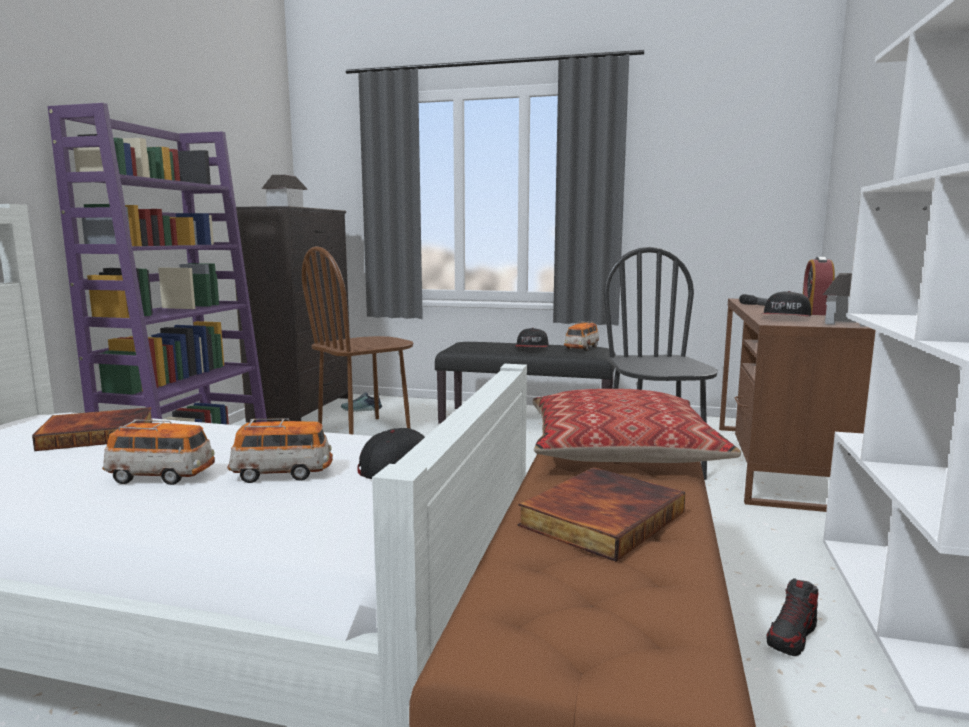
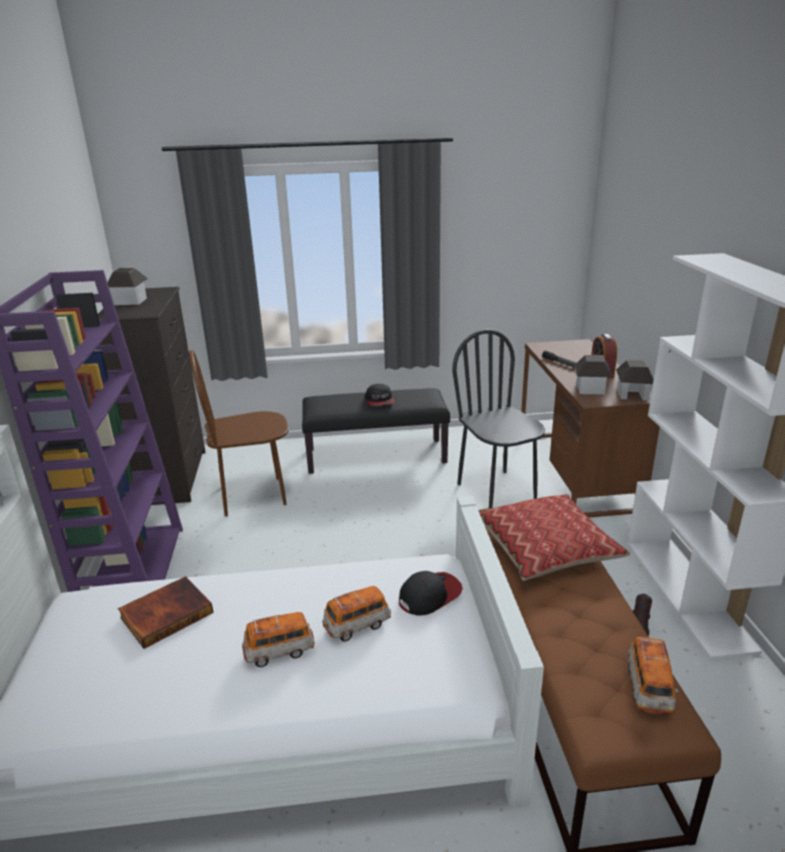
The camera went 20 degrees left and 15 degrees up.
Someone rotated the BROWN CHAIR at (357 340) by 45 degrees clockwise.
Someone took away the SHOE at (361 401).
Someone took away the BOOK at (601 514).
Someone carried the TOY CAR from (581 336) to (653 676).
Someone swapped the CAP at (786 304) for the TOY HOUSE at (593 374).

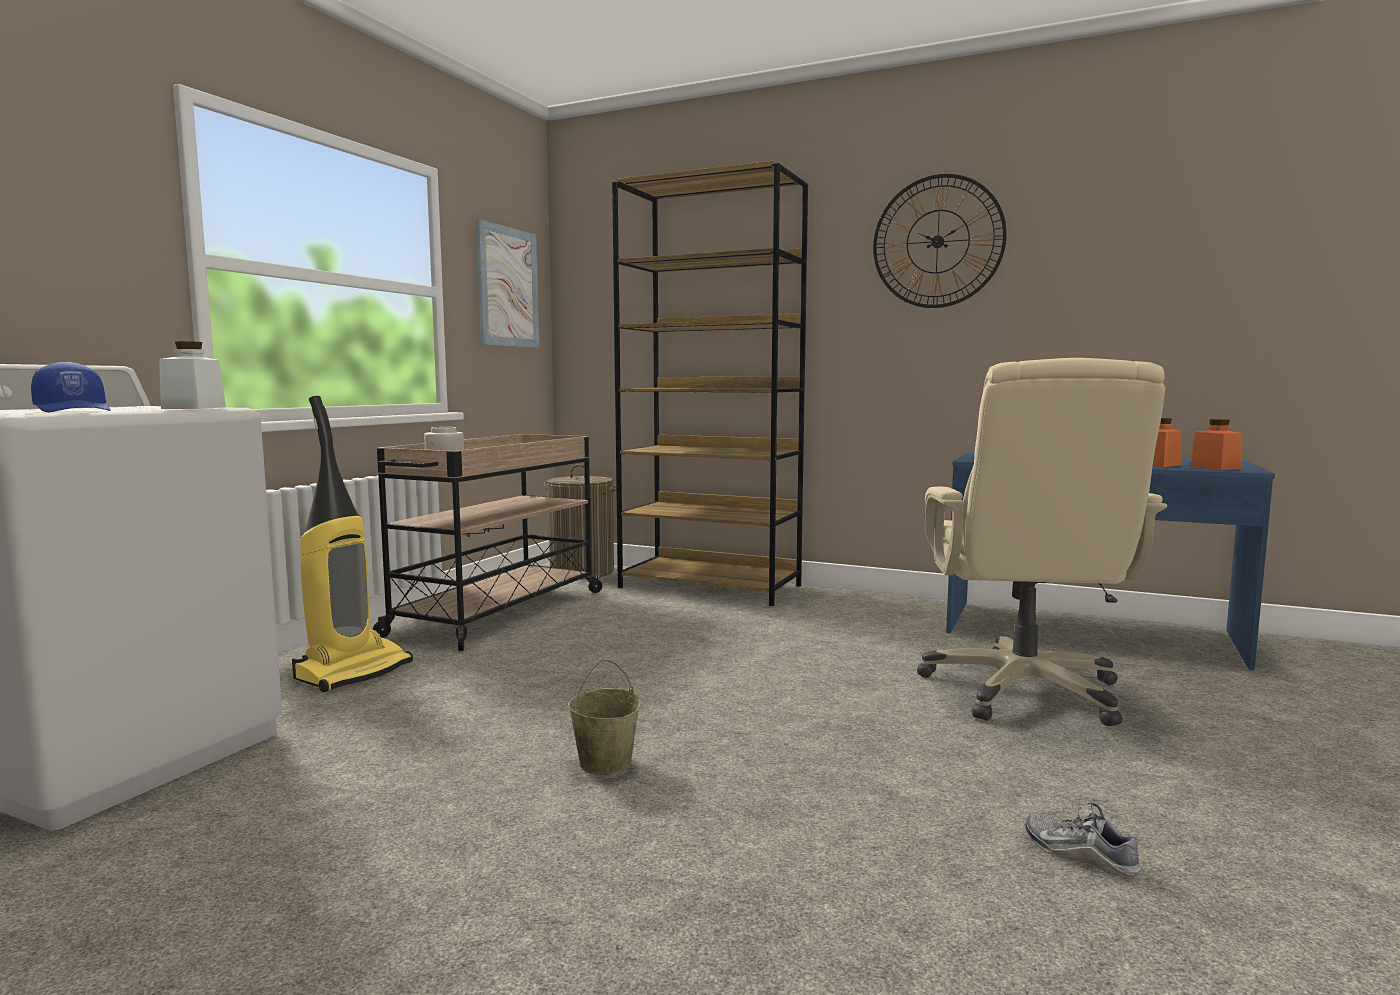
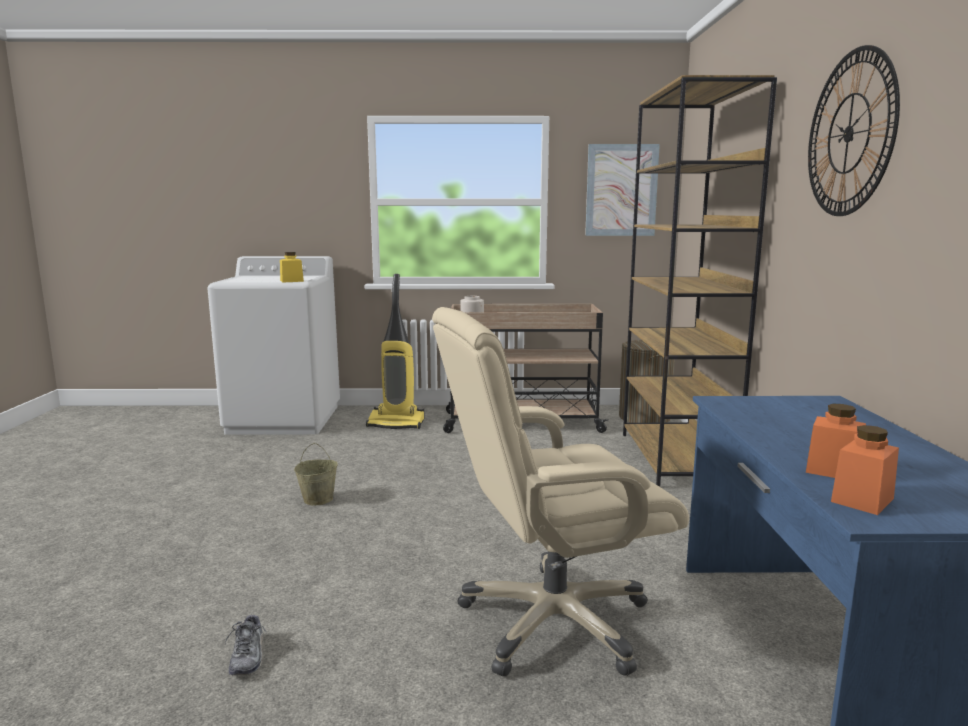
The camera went 65 degrees right and 5 degrees up.
Someone took away the BLUE CAP at (71 386).
Someone repainted the WHITE JAR at (192 375), which became the YELLOW JAR at (292 267).
Someone rotated the SHOE at (1082 840) by 150 degrees clockwise.

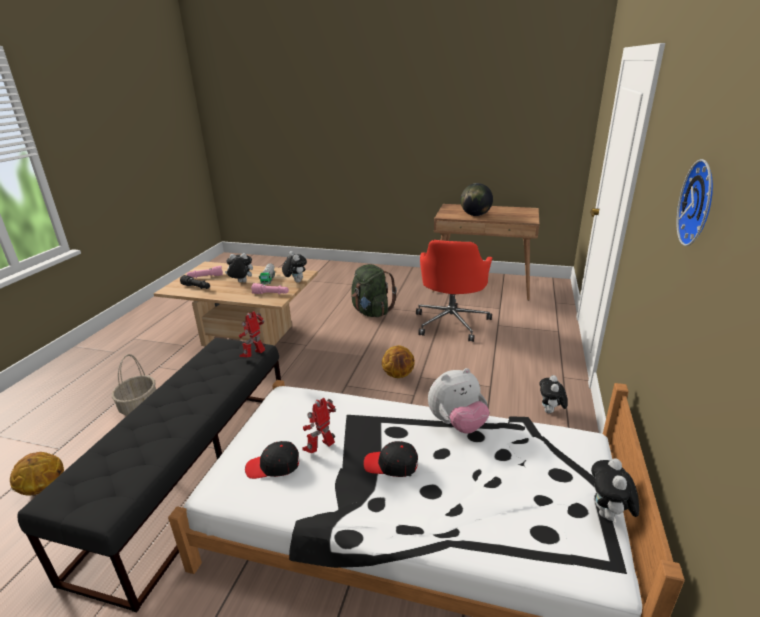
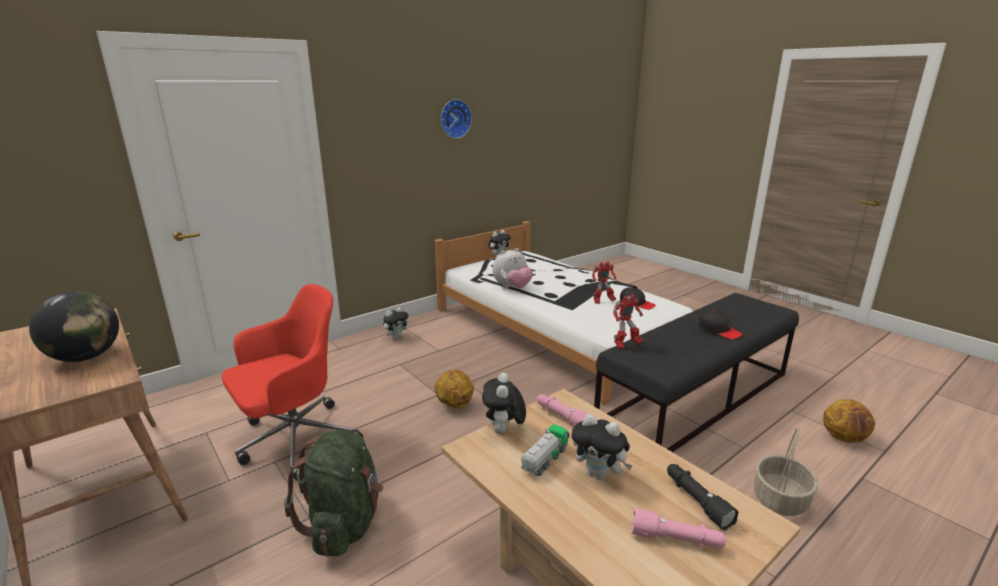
The camera went 145 degrees left and 5 degrees down.
Someone carried the BLACK CAP from (390 459) to (720 324).
Someone rotated the PLUSH TOY at (458 401) by 135 degrees clockwise.

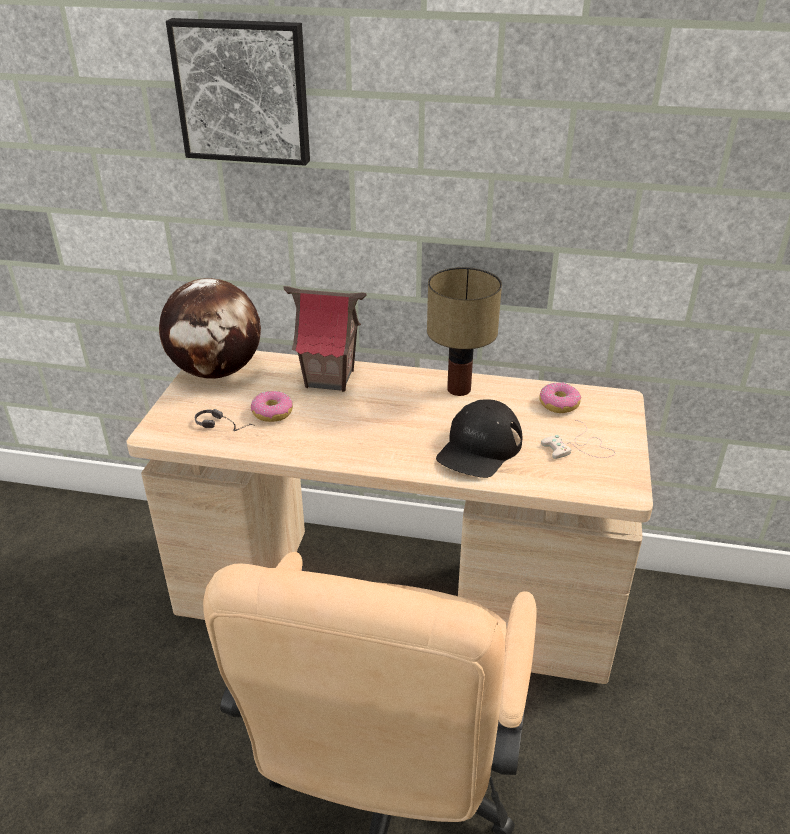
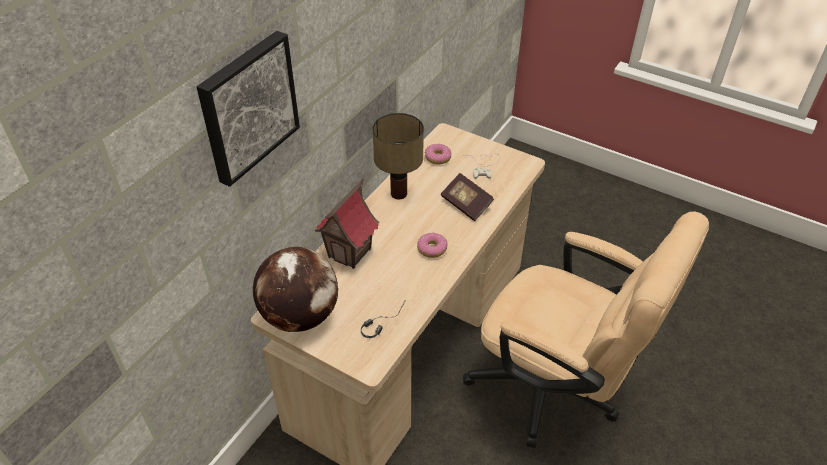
The camera went 70 degrees left and 10 degrees up.
Someone carried the DONUT from (272 406) to (432 245).
Someone swapped the BLACK CAP at (479 438) for the BOOK at (467 197).

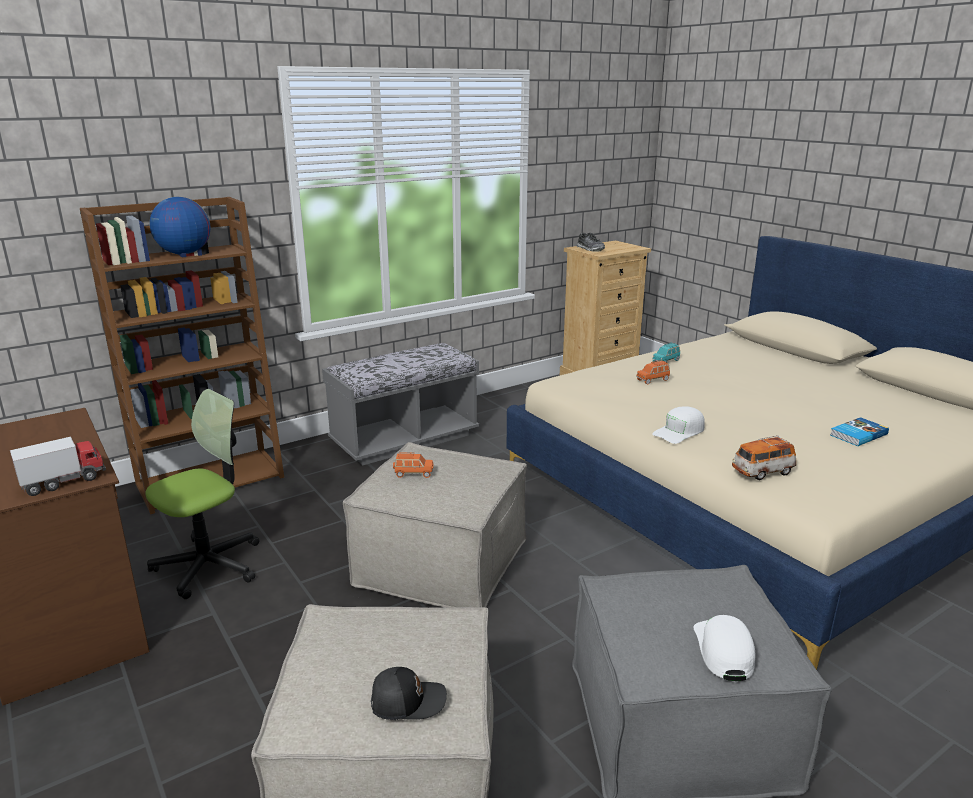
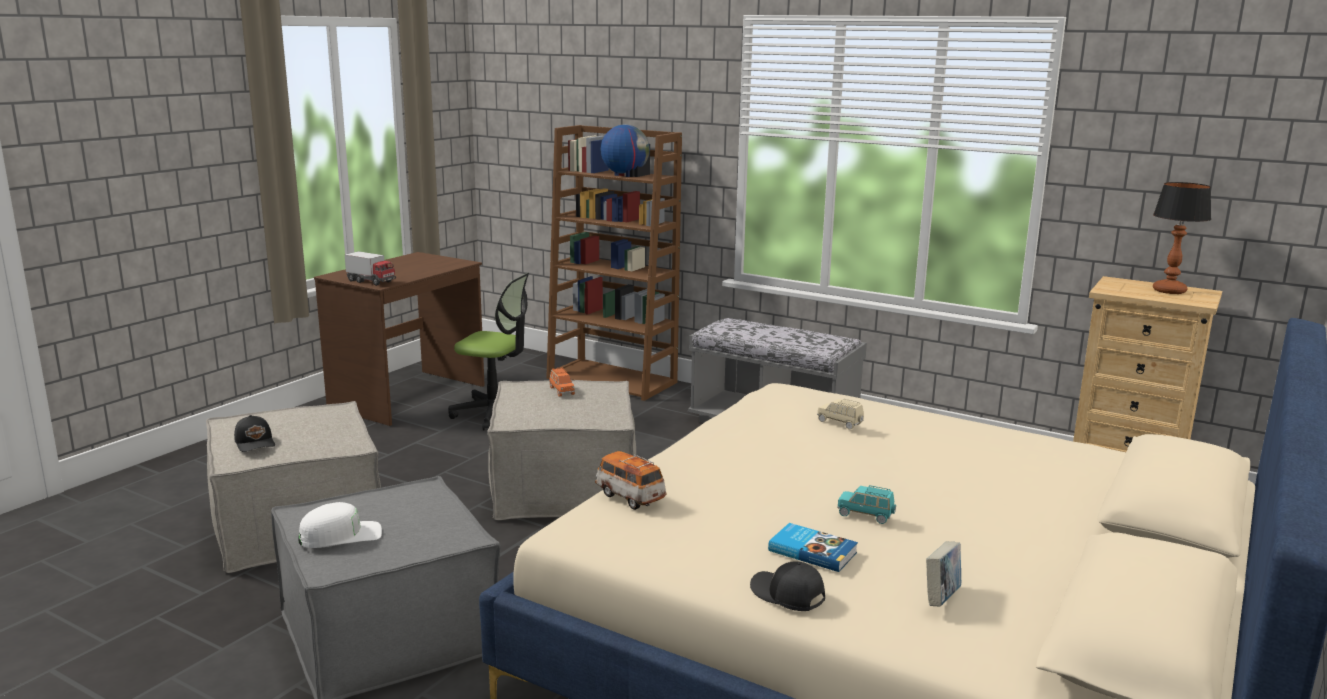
The camera went 65 degrees right and 5 degrees down.
Someone took away the SHOE at (591 242).
Someone repainted the ORANGE TOY CAR at (653 372), which became the BEIGE TOY CAR at (840 414).
Someone took away the WHITE CAP at (678 425).
Someone carried the TURQUOISE TOY CAR from (666 353) to (867 504).
Someone put down the BLACK CAP at (787 586).
Someone put down the BOOK at (943 574).
Someone put down the TABLE LAMP at (1182 238).

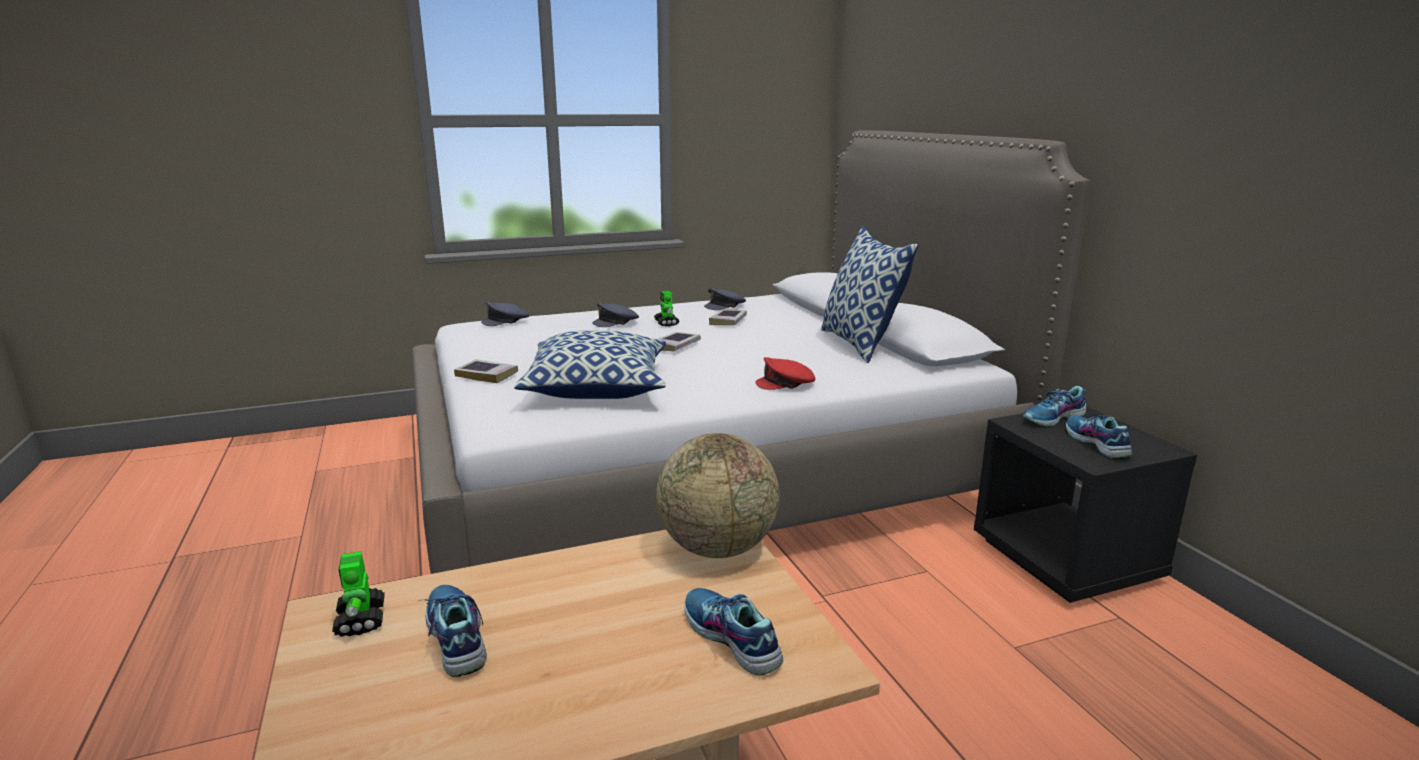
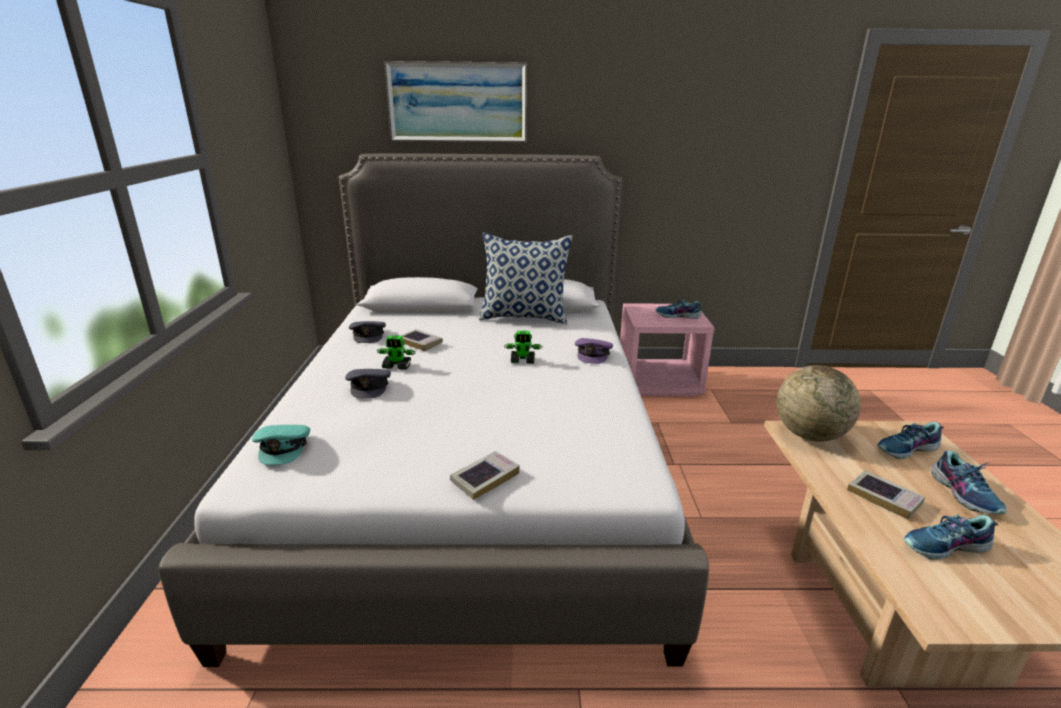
The camera went 70 degrees left and 5 degrees up.
Someone carried the TOY ROBOT from (358 594) to (523 347).
Someone repainted the GREY CAP at (505 313), which became the TURQUOISE CAP at (281 445).
Someone took away the PILLOW at (590 365).
Someone carried the BOOK from (679 342) to (886 494).
Someone repainted the RED CAP at (785 373), which became the PURPLE CAP at (594 351).
Someone repainted the BLACK NIGHTSTAND at (1085 504), which became the PINK NIGHTSTAND at (667 349).
Someone carried the SHOE from (1055 406) to (968 482).
Someone put up the PICTURE at (455 102).

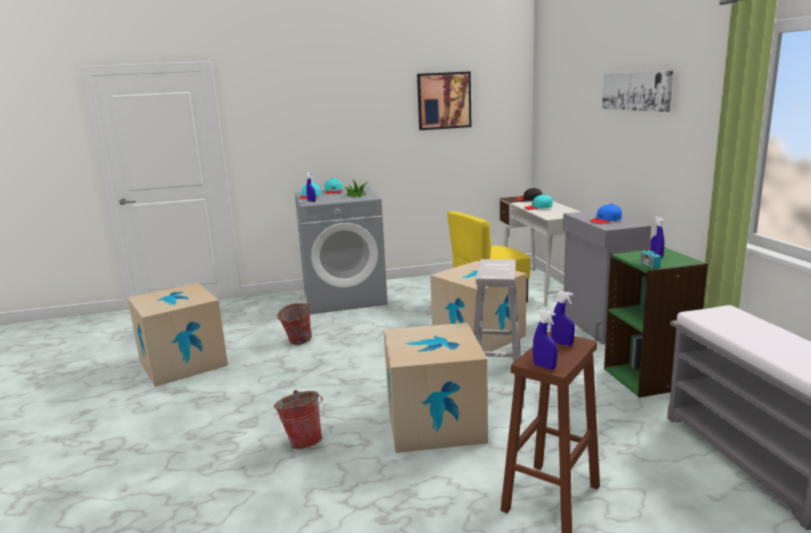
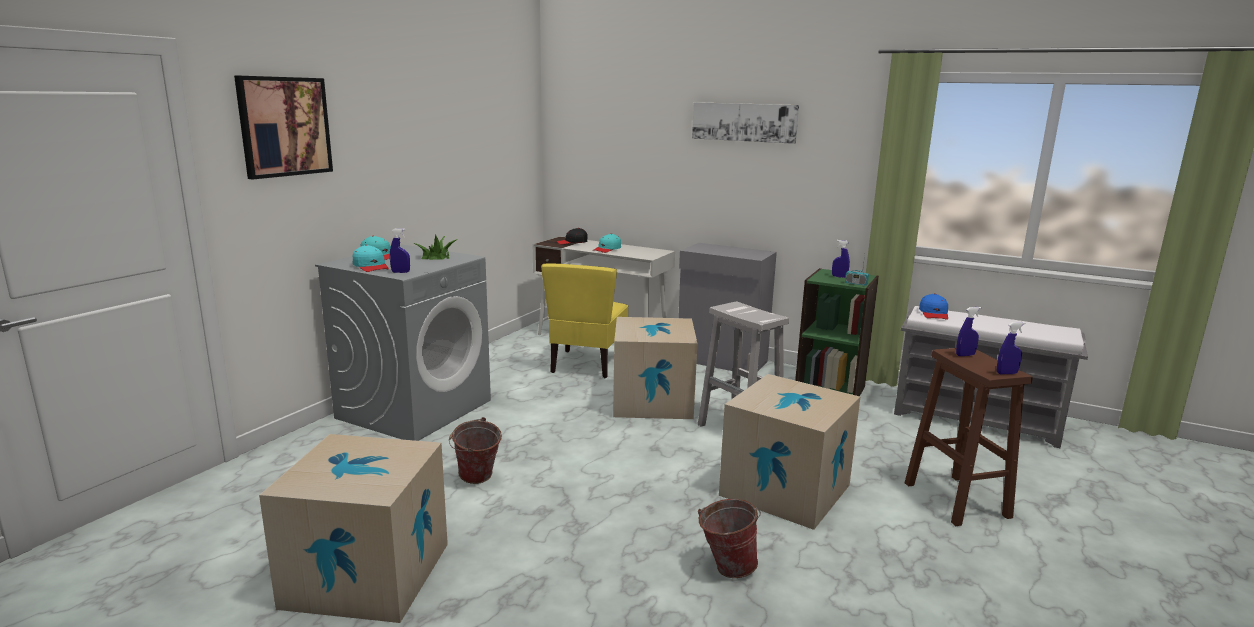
The camera went 50 degrees left and 0 degrees up.
Someone carried the PICTURE from (444 100) to (283 127).
Someone carried the BLUE CAP from (606 214) to (933 306).

